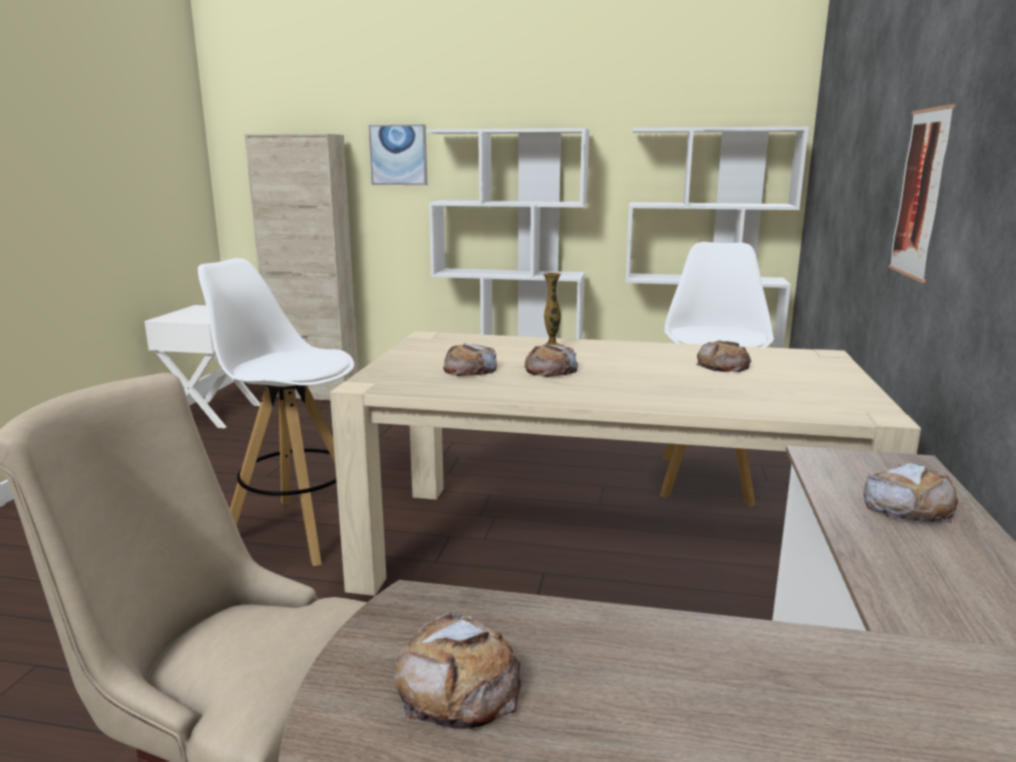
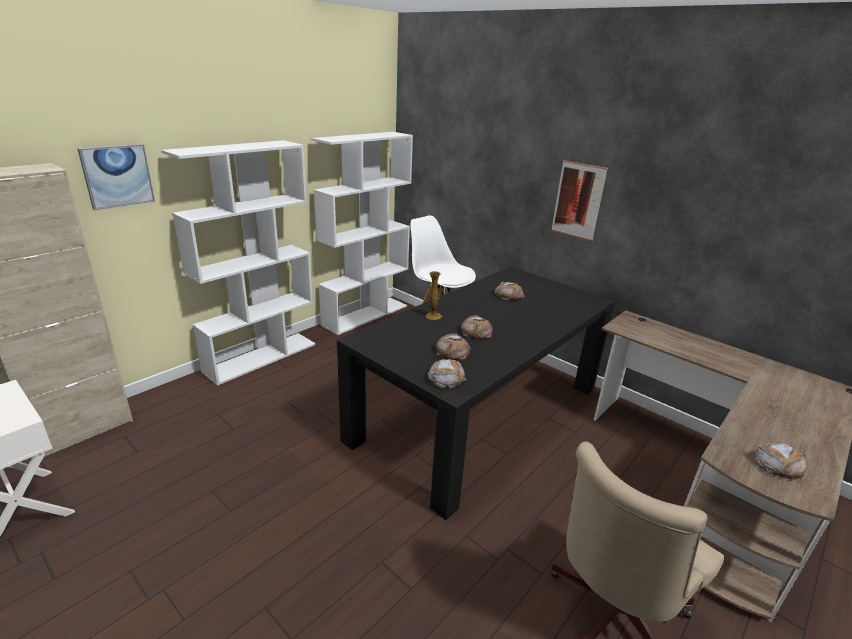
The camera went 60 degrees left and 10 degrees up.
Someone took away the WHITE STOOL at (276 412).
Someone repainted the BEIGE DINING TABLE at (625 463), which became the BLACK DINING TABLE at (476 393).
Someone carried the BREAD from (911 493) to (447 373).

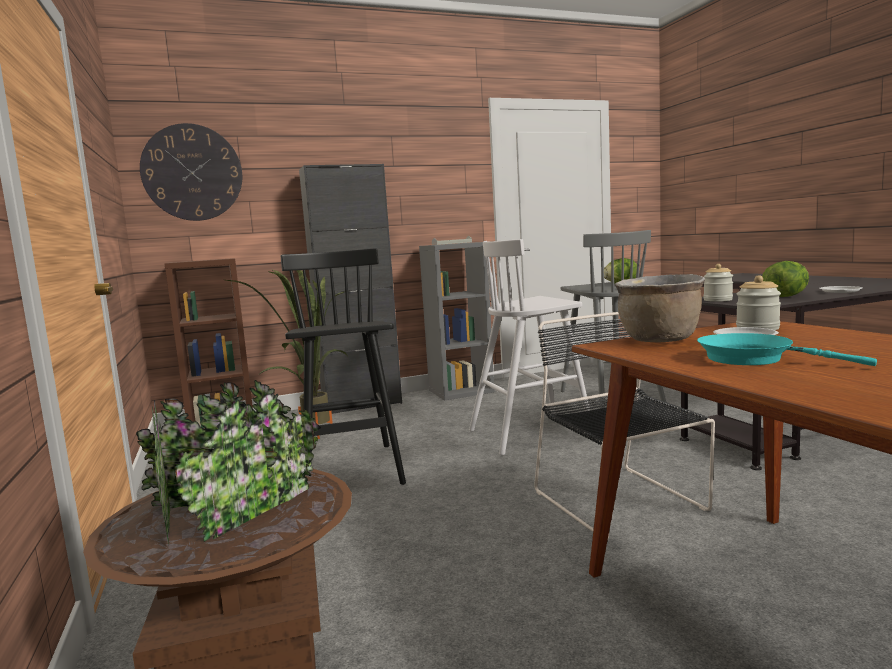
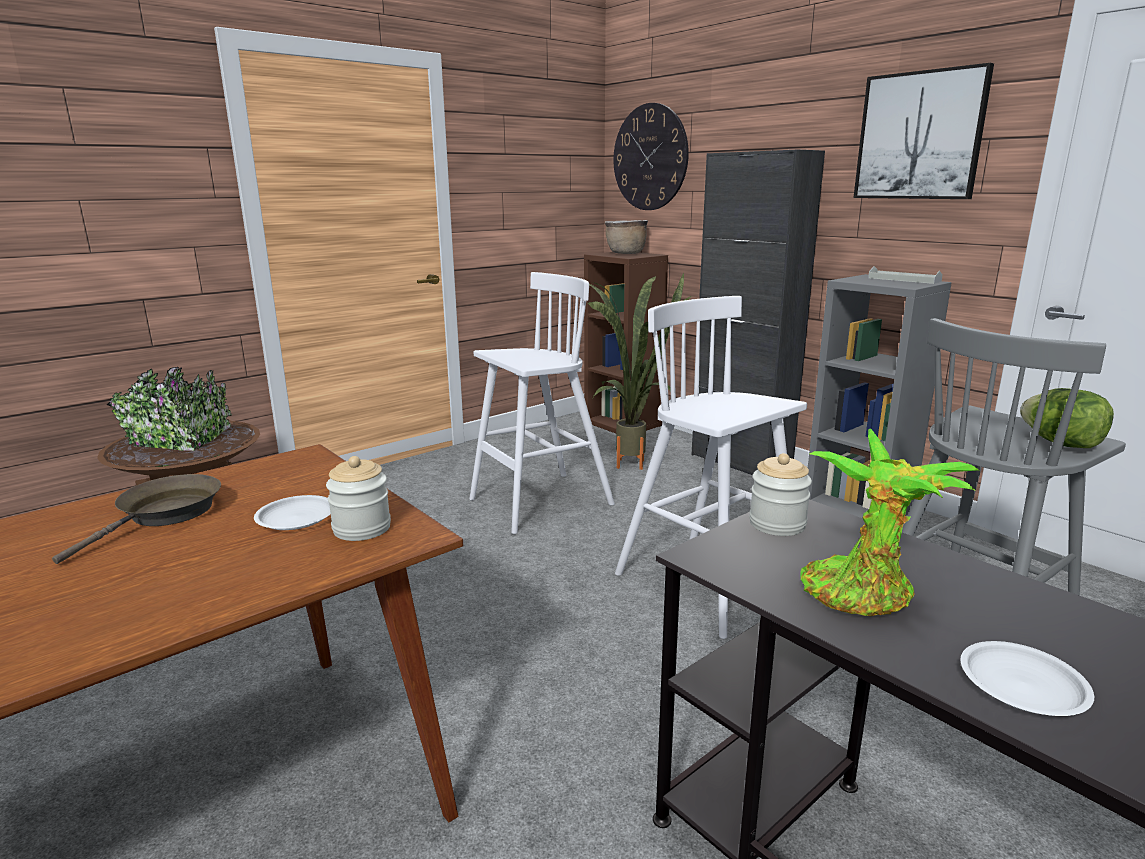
The camera went 70 degrees right and 10 degrees up.
Someone repainted the BLACK STOOL at (343 366), which became the WHITE STOOL at (542 403).
Someone took away the BLACK CHAIR at (624 425).
Someone carried the BROWN COOKING POT from (660 308) to (626 237).
Someone repainted the TURQUOISE FRYING PAN at (787 349), which became the BROWN FRYING PAN at (136 519).
Someone swapped the LETTUCE at (785 279) for the POTTED PLANT at (889 522).
Someone put up the PICTURE at (924 131).

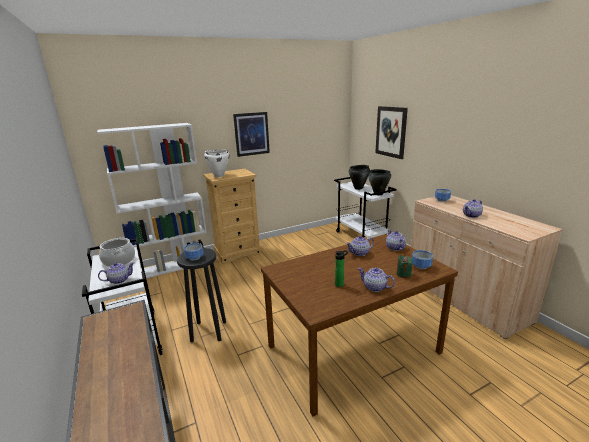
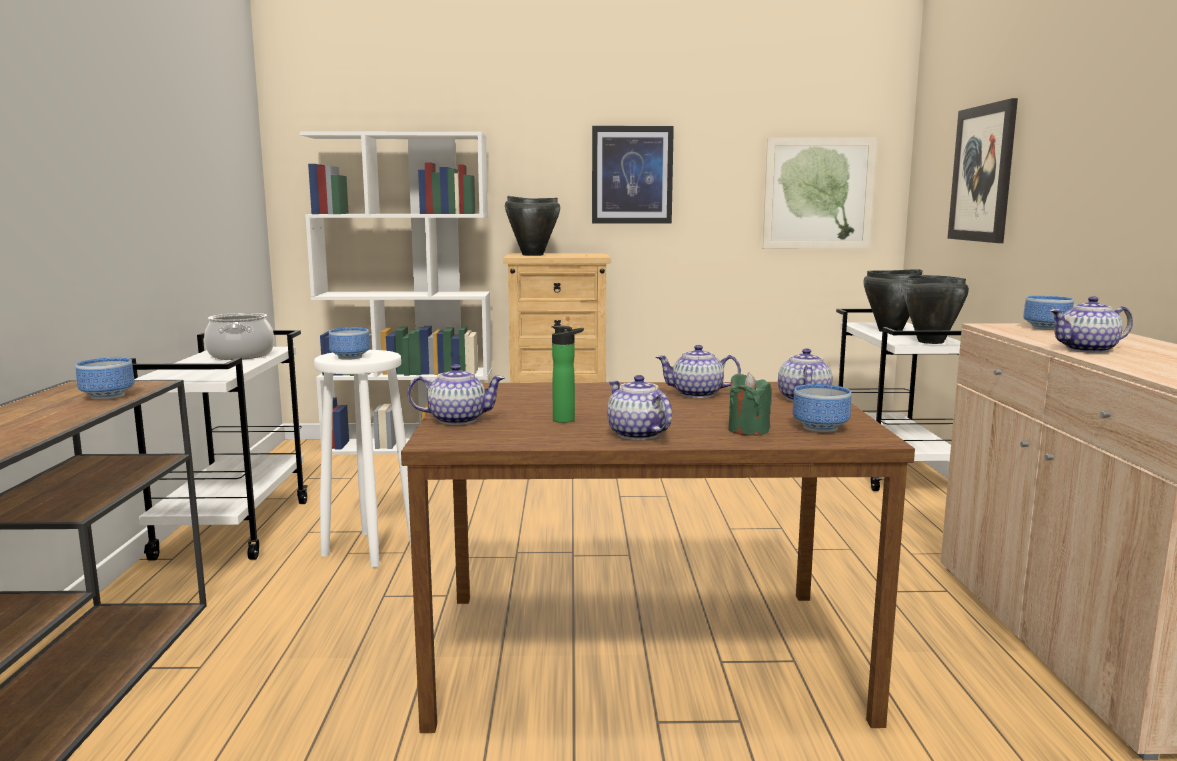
The camera went 25 degrees right and 10 degrees down.
Someone carried the TEAPOT from (116 273) to (456 394).
Someone repainted the BLACK STOOL at (201 295), which became the WHITE STOOL at (362 458).
Someone repainted the WHITE COOKING POT at (216 163), which became the BLACK COOKING POT at (532 226).
Someone put down the BOWL at (105 379).
Someone put up the PICTURE at (820 193).

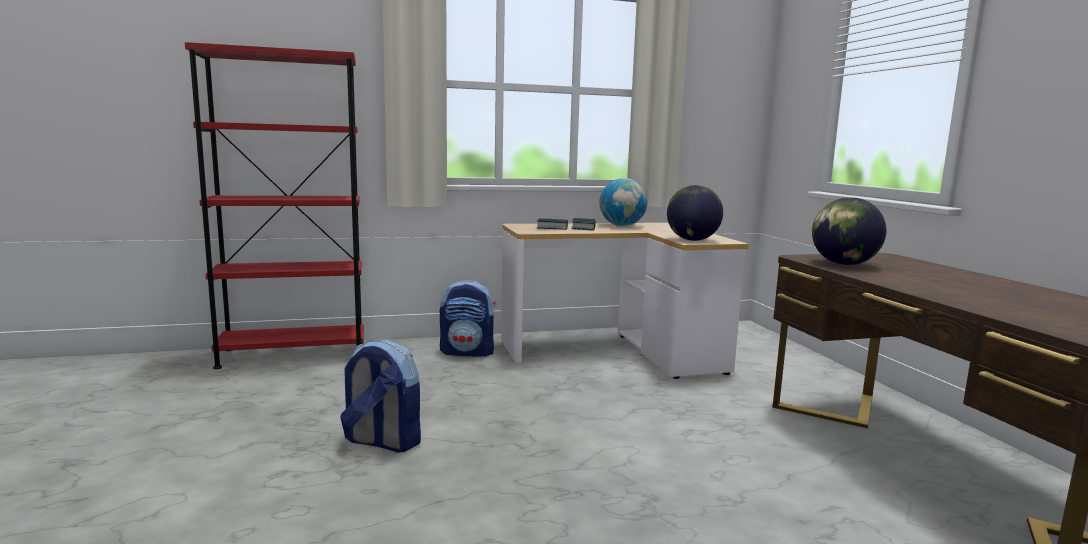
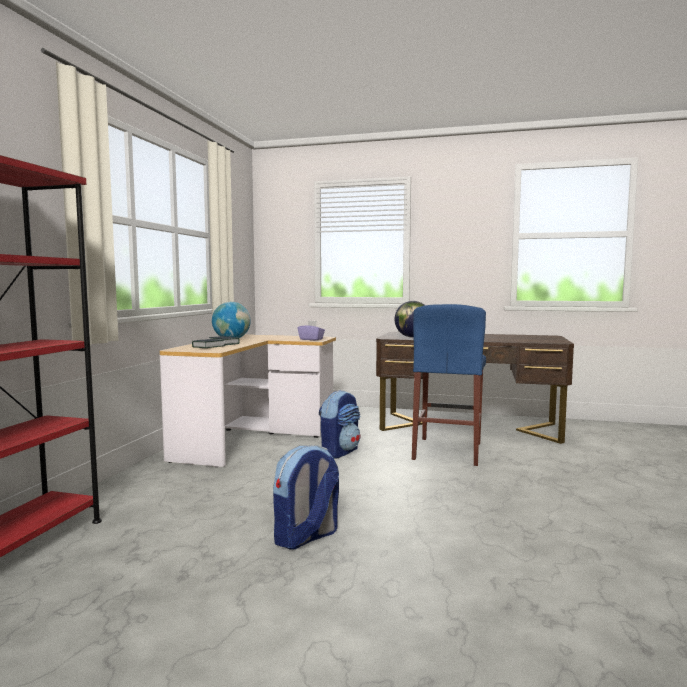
The camera went 60 degrees left and 5 degrees down.
Someone carried the BACKPACK from (468 318) to (340 424).
Someone swapped the GLOBE at (695 213) for the PURPLE TISSUE BOX at (311 330).
Someone put down the BLUE STOOL at (449 385).

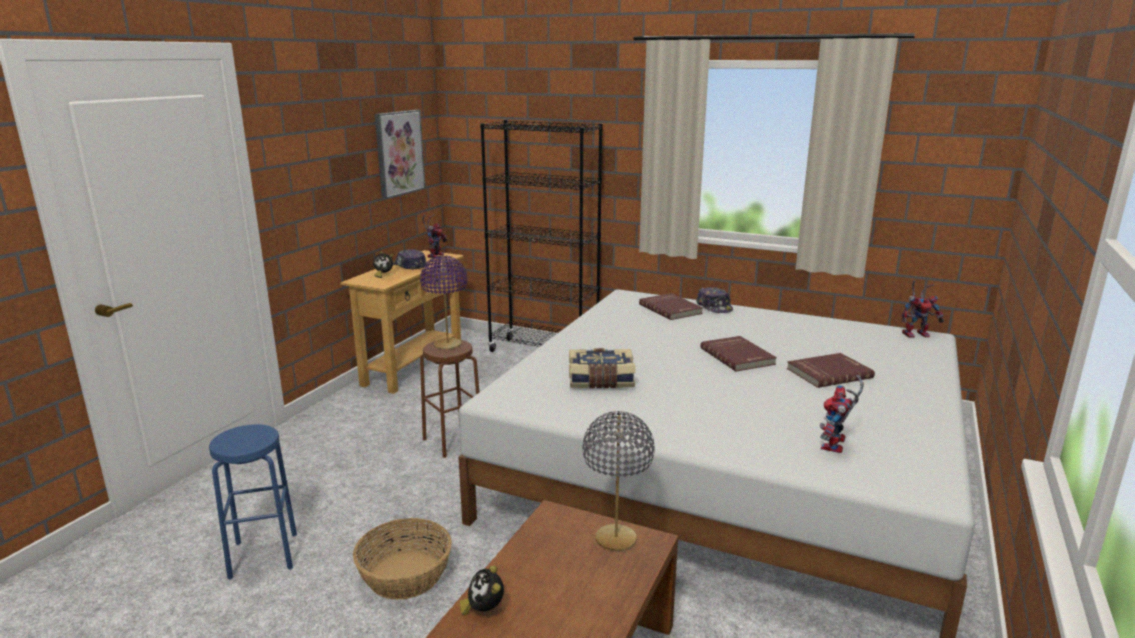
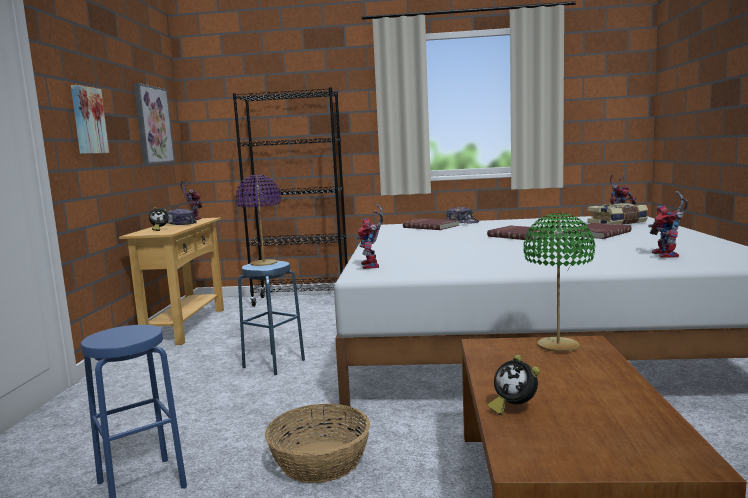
The camera went 20 degrees left and 10 degrees down.
Someone repainted the BROWN STOOL at (449 398), which became the BLUE STOOL at (271 318).
Someone carried the BOOK from (602 368) to (617 214).
Someone repainted the GREY TABLE LAMP at (618 481), which became the GREEN TABLE LAMP at (559 282).
Someone put up the PICTURE at (90 119).
Someone put down the TOY ROBOT at (370 236).

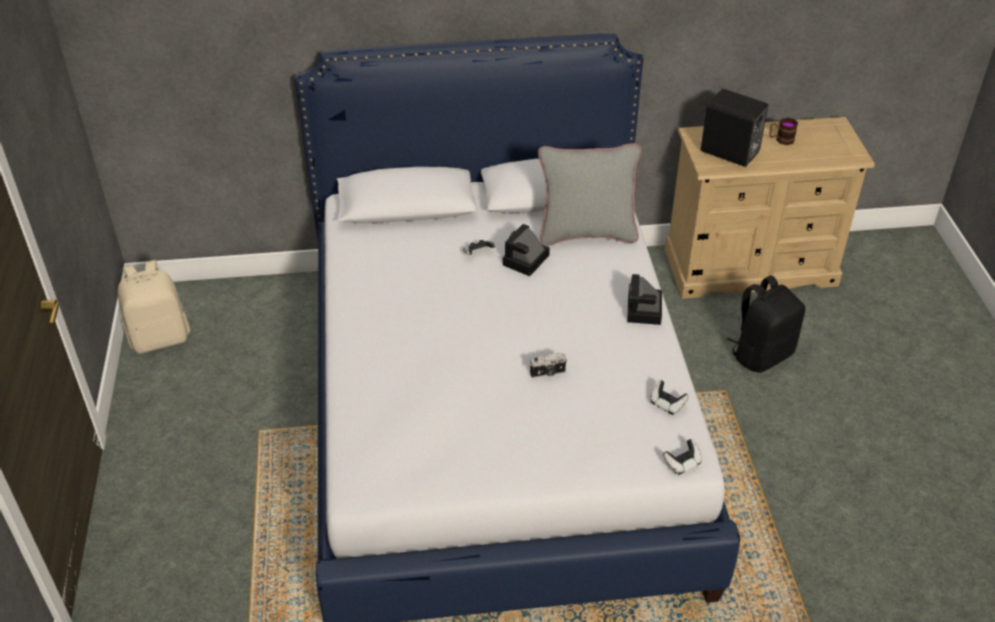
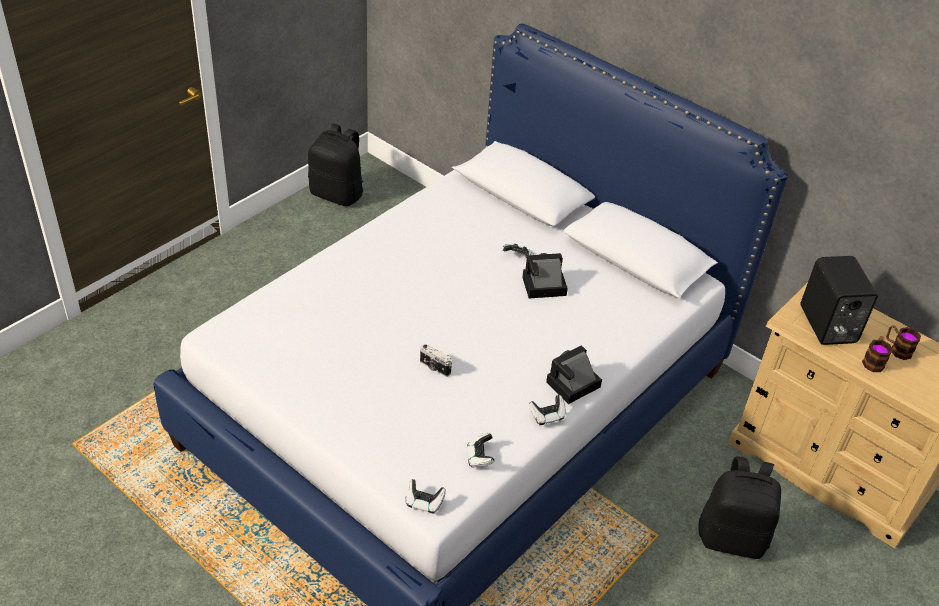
The camera went 45 degrees right and 0 degrees up.
Someone repainted the BEIGE BACKPACK at (154 307), which became the BLACK BACKPACK at (335 164).
Someone took away the GREY PILLOW at (589 194).
Someone put down the GAME CONTROLLER at (547 410).
Someone put down the MUG at (877 354).

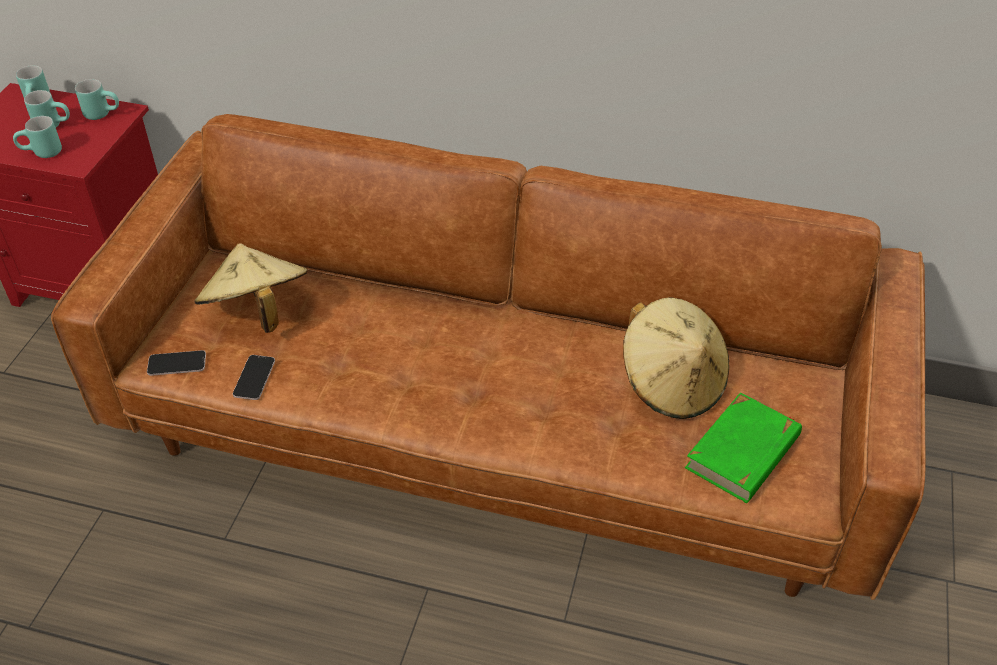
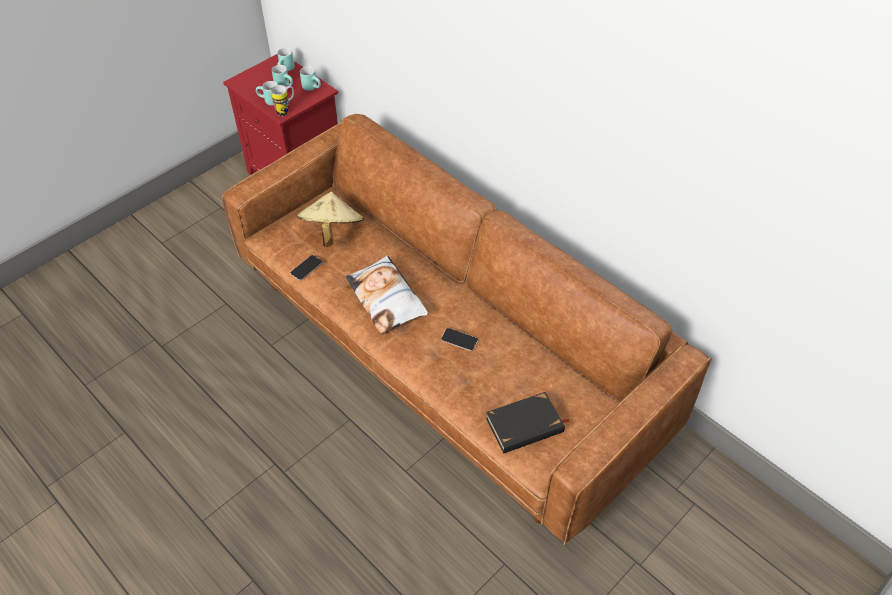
The camera went 30 degrees right and 5 degrees up.
Someone carried the PHONE from (176 363) to (459 339).
Someone took away the BEIGE HAT at (676 358).
Someone repainted the GREEN BOOK at (743 447), which became the BLACK BOOK at (528 422).
Someone put down the MUG at (282 100).
Someone put down the PILLOW at (386 295).

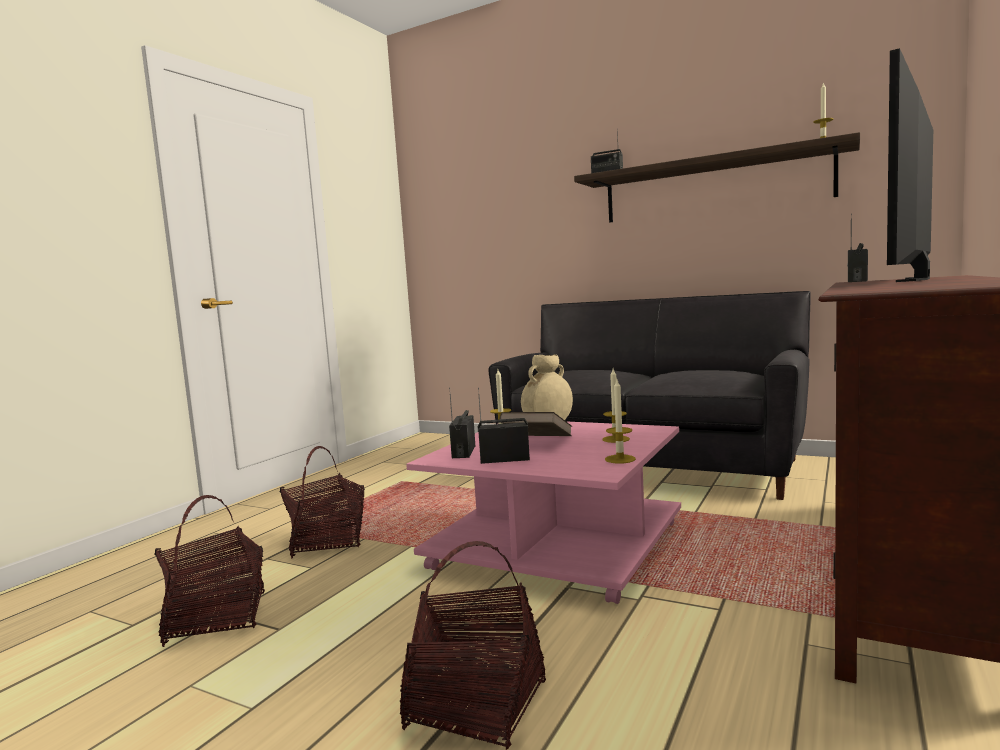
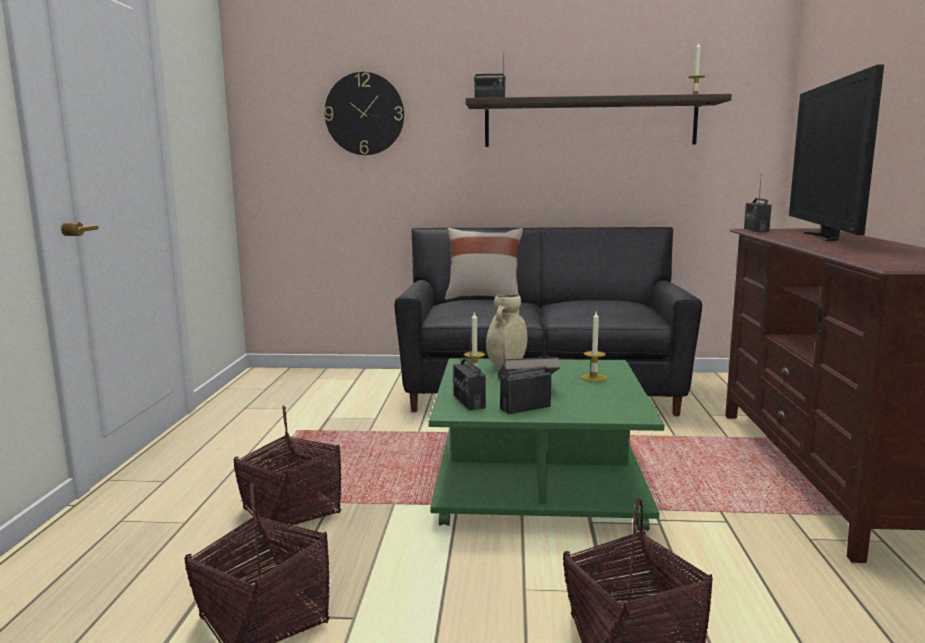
The camera went 25 degrees left and 5 degrees up.
Someone repainted the PINK COFFEE TABLE at (543 512), which became the GREEN COFFEE TABLE at (546 444).
Someone took away the CANDLE at (620 422).
Someone put up the WALL CLOCK at (364 113).
Someone put down the BEIGE PILLOW at (484 264).

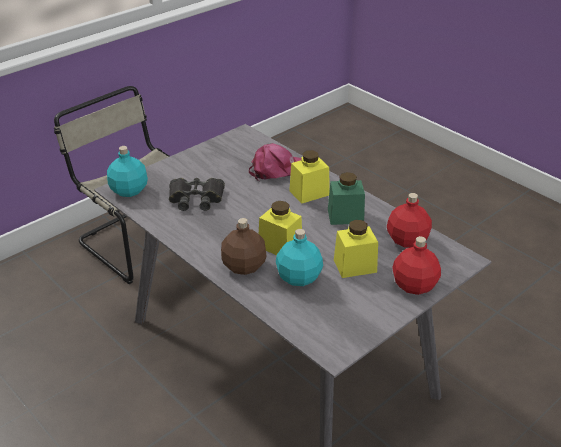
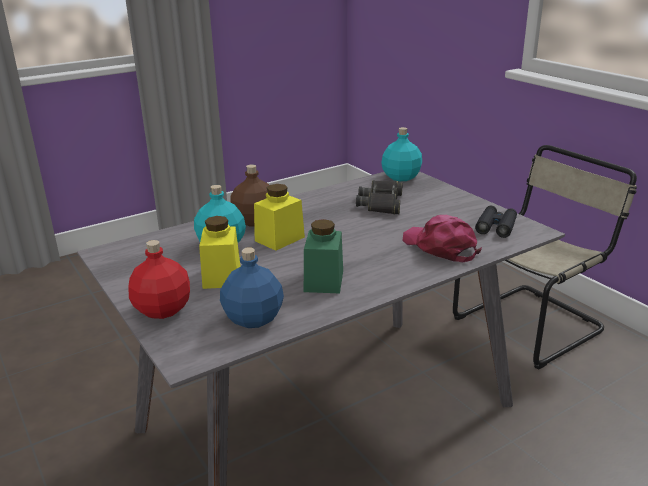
The camera went 100 degrees right and 10 degrees down.
Someone rotated the PINK CAP at (275 162) by 150 degrees clockwise.
Someone took away the YELLOW JAR at (309 177).
Someone repainted the RED BOTTLE at (409 220), which became the BLUE BOTTLE at (252 287).
Someone put down the BLACK BINOCULARS at (496 222).

